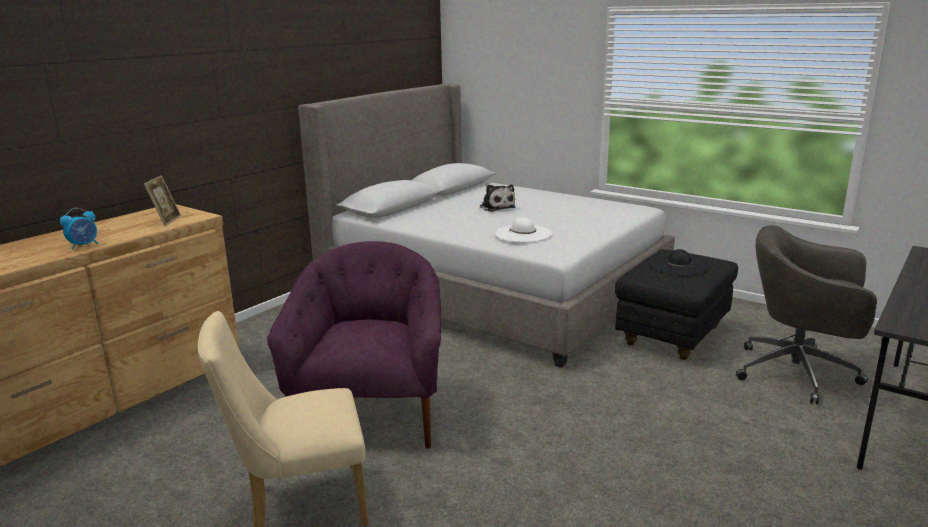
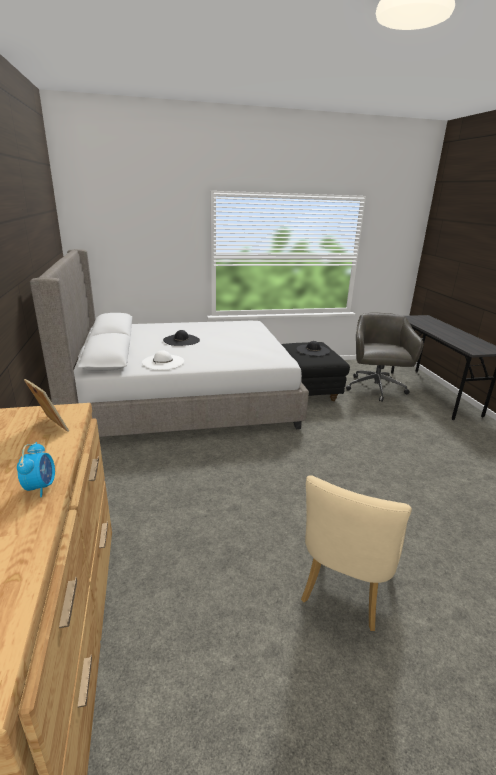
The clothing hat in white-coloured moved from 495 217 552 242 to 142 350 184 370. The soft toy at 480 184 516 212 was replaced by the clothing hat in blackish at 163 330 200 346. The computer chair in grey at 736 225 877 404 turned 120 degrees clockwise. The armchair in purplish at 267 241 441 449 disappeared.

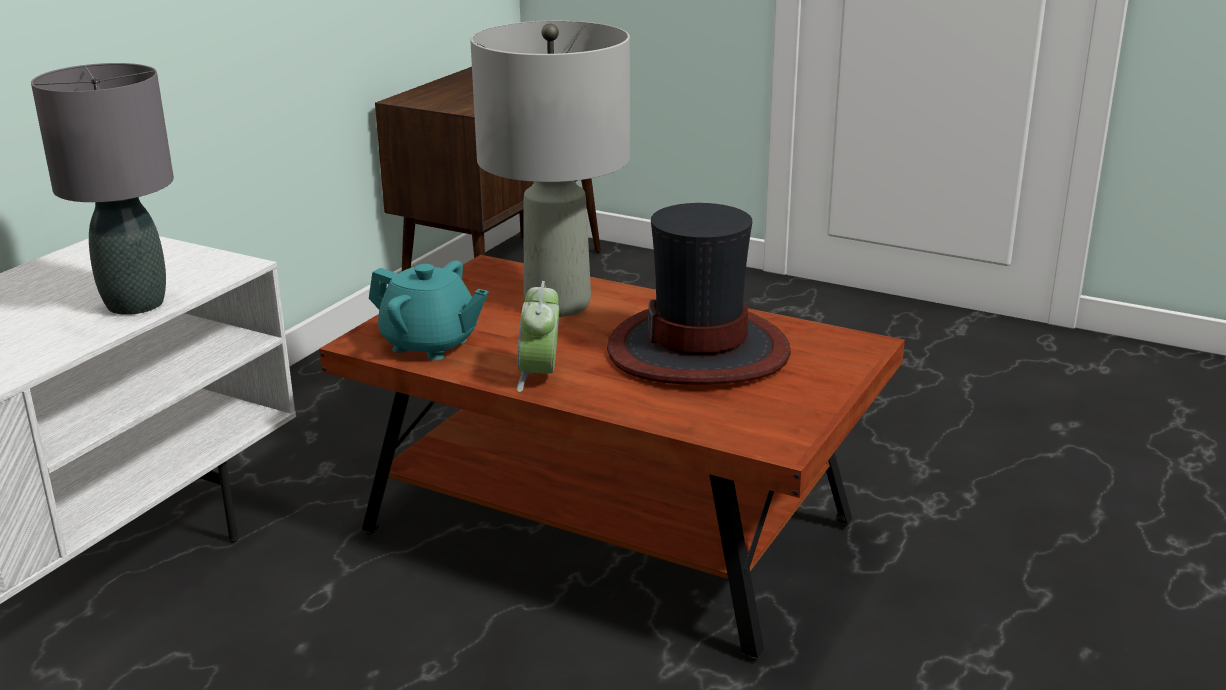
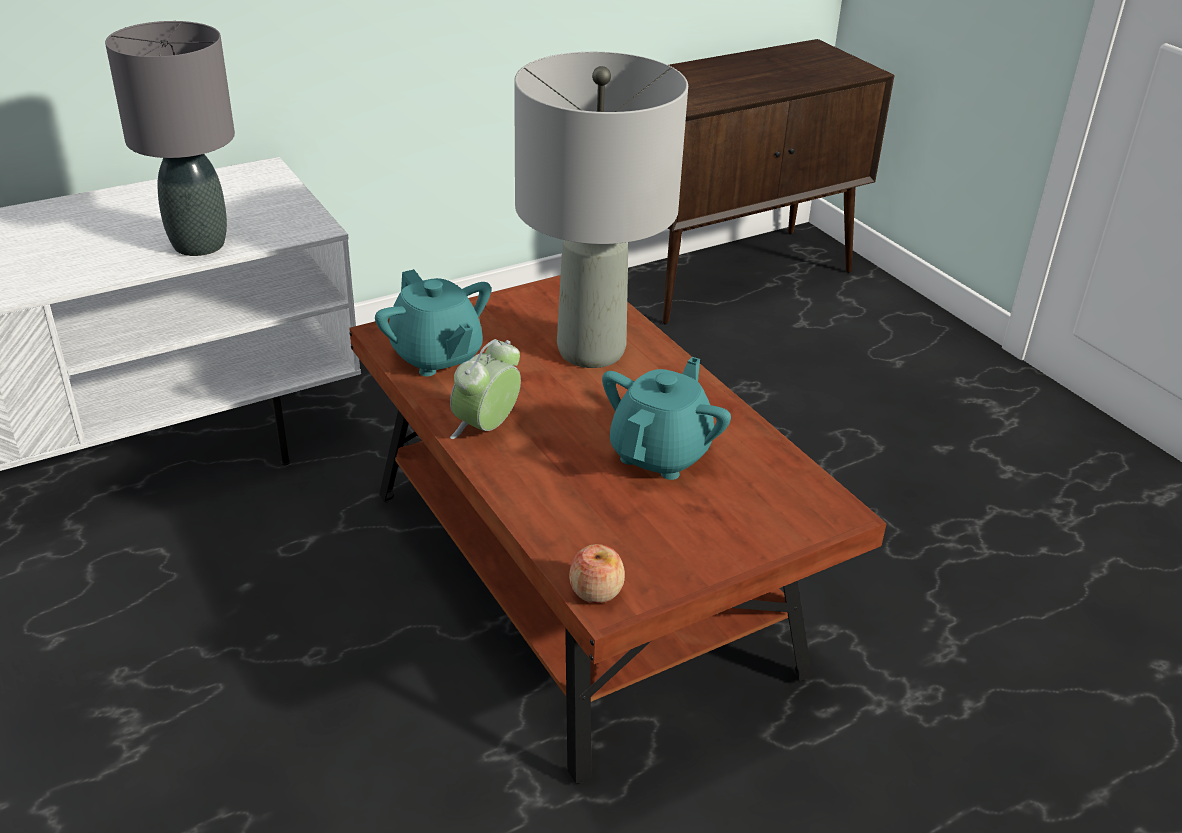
The whole apple at 569 544 625 604 appeared. The clothing hat at 607 203 791 385 was replaced by the tea pot in turquoise at 602 357 731 480.

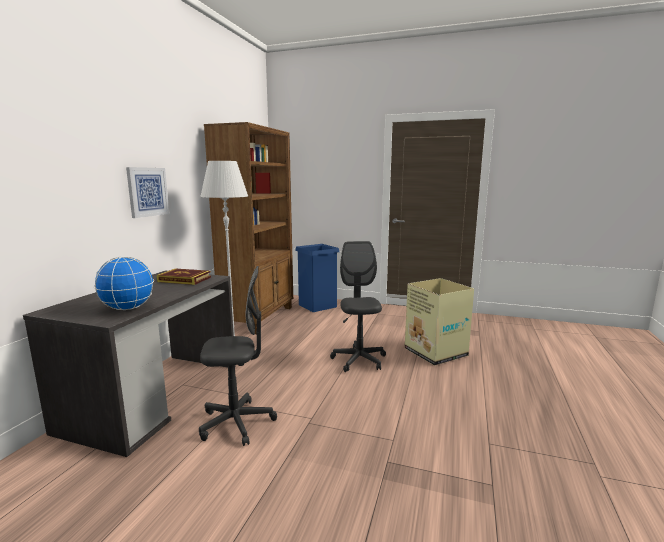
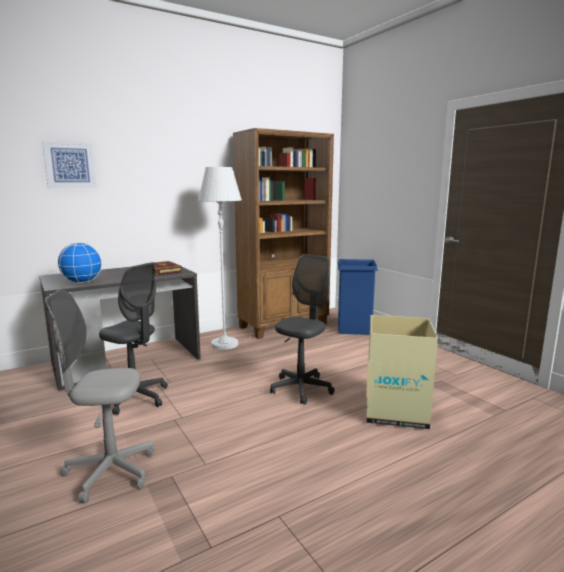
The picture moved from 126 167 169 218 to 42 140 97 188. The computer chair in grey at 45 289 154 503 appeared.

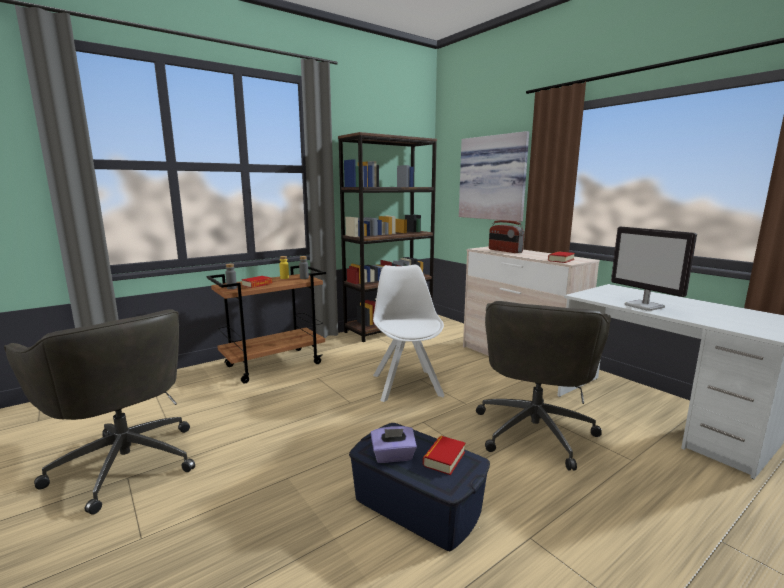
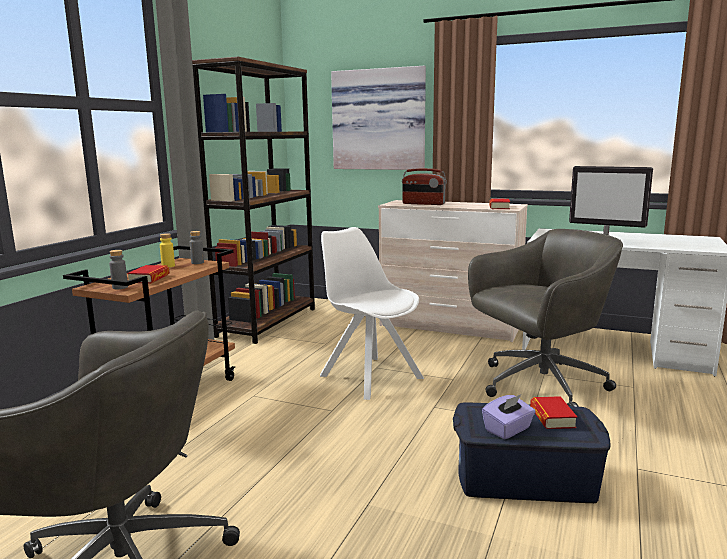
The computer chair in grey at 476 301 611 471 turned 105 degrees counterclockwise.

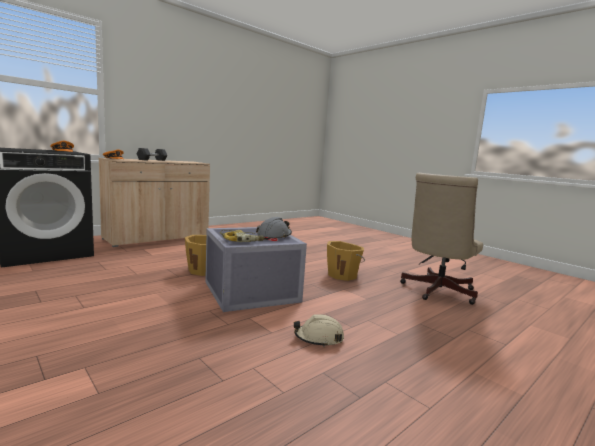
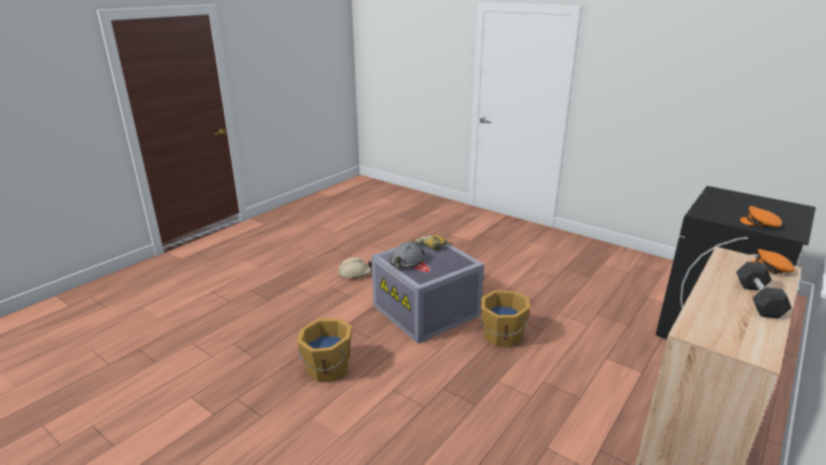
The computer chair in beige at 400 173 483 305 disappeared.

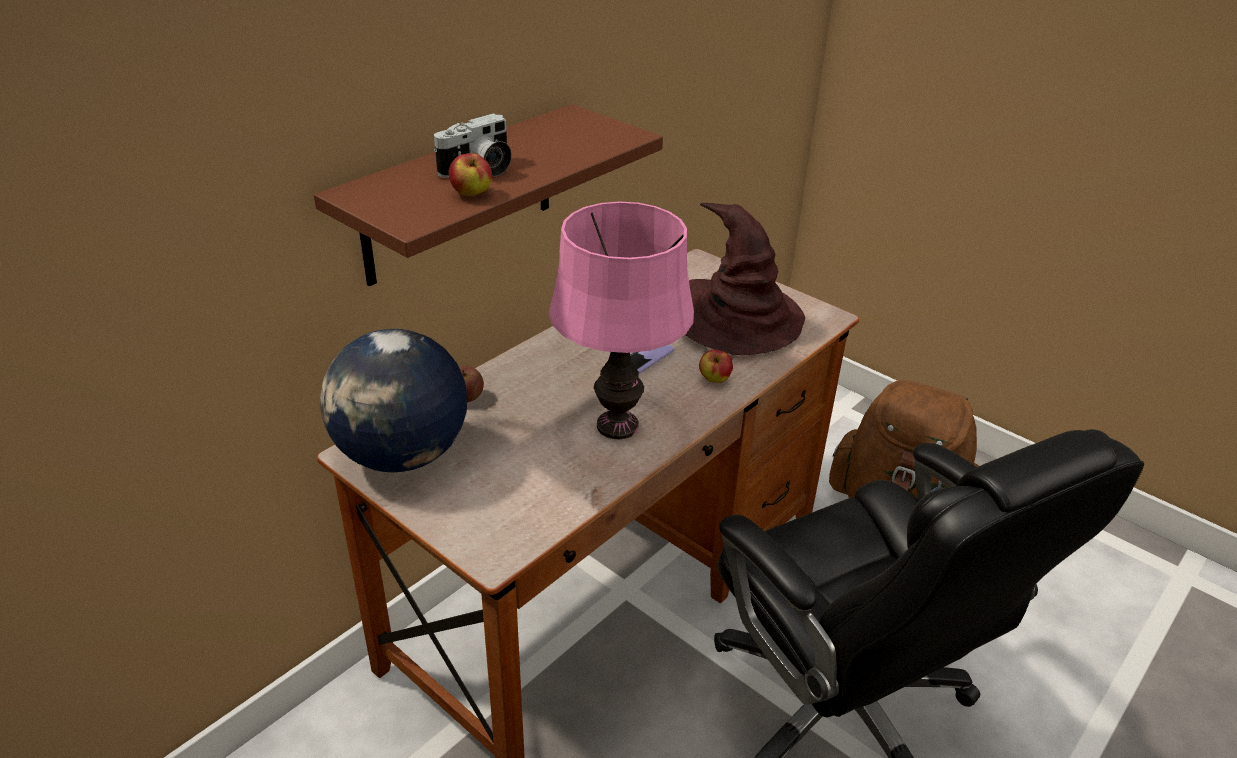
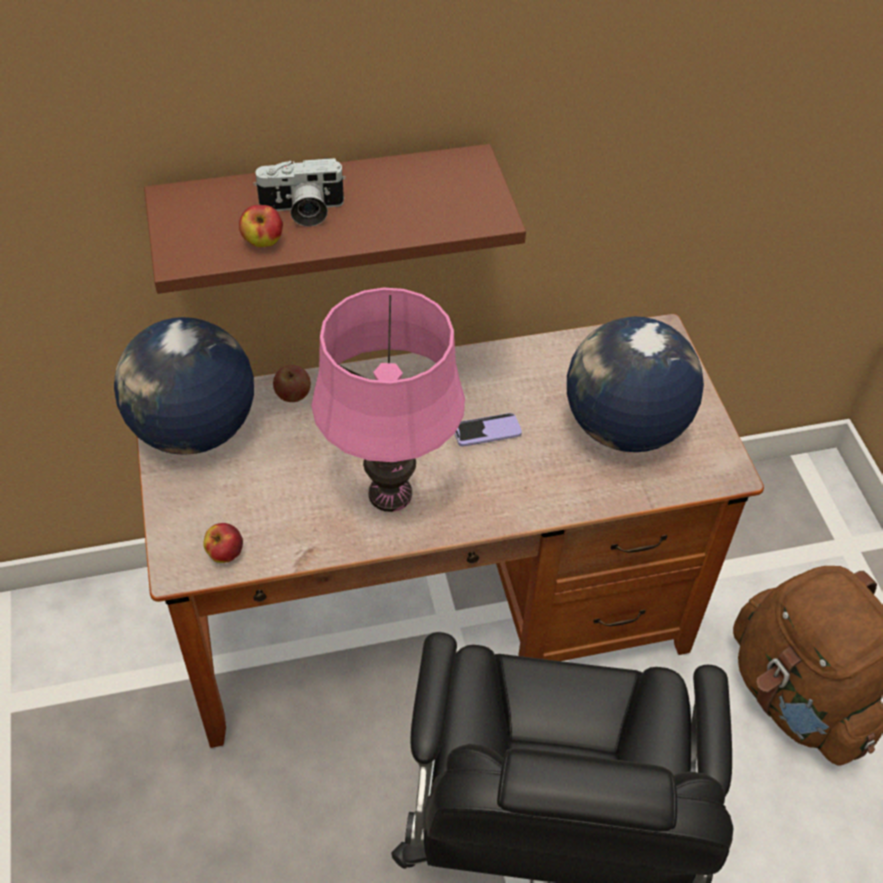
The whole apple moved from 699 349 733 383 to 203 523 243 563. The clothing hat in brown-coloured at 686 203 805 355 was replaced by the globe at 567 317 704 452.

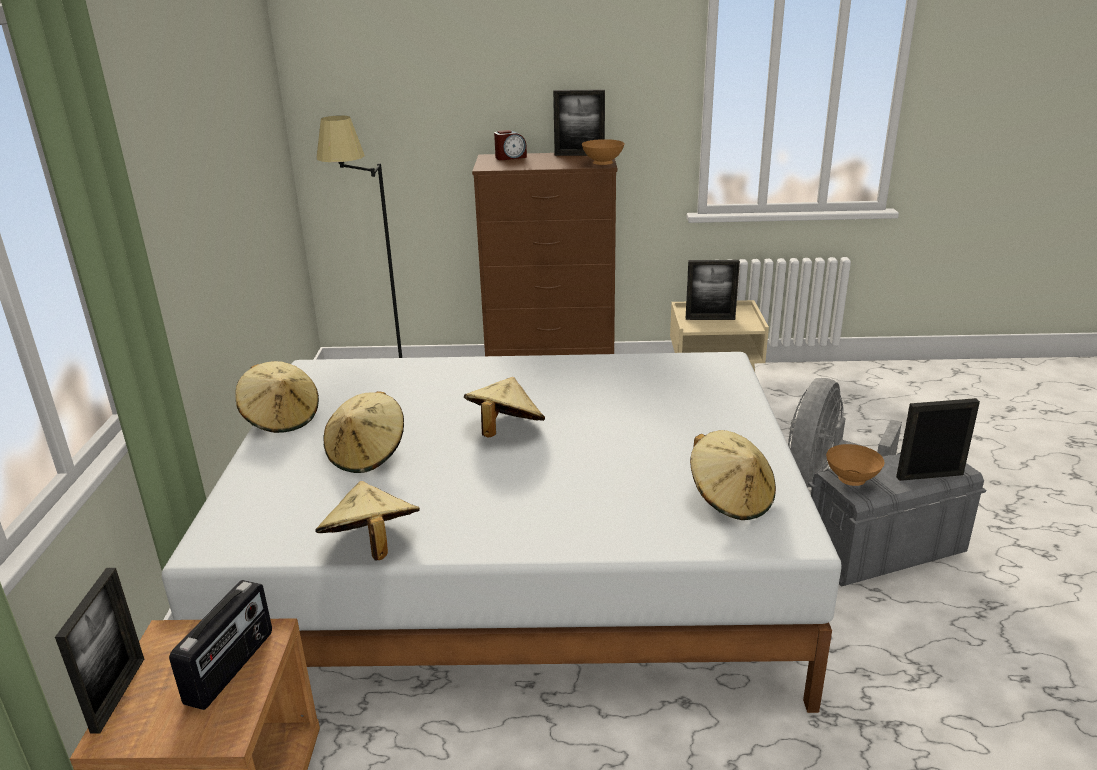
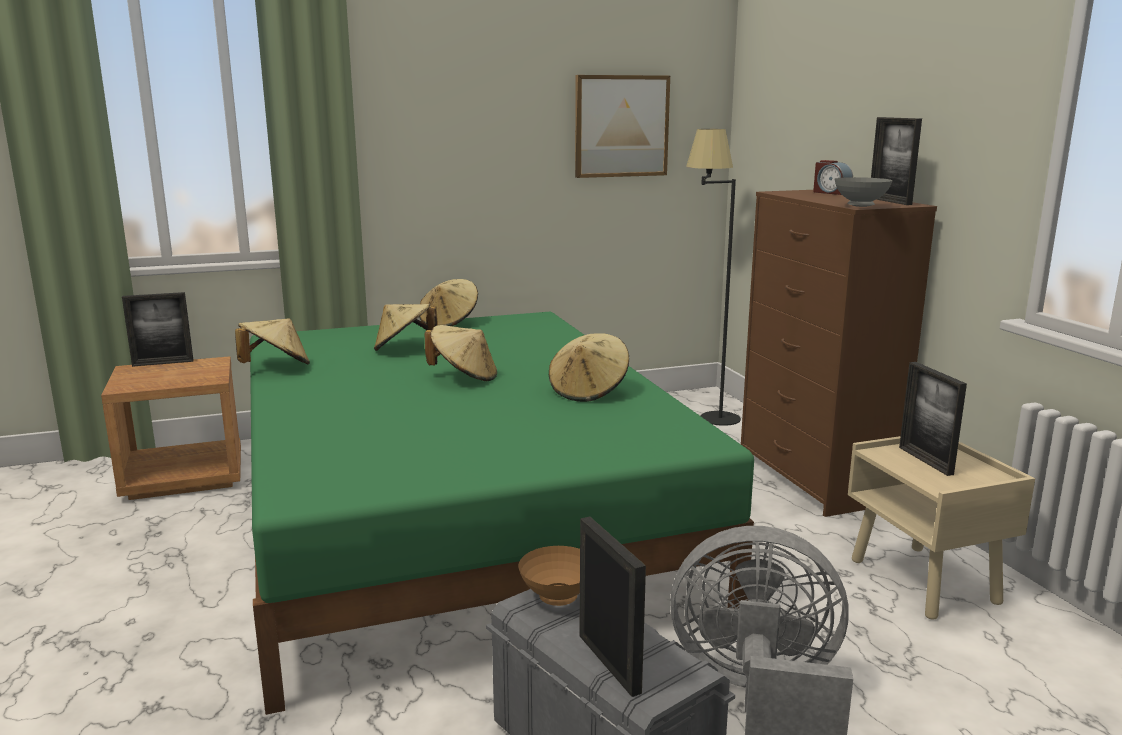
The bedroom bed in white-coloured at 162 352 842 713 became the bedroom bed in green-coloured at 250 312 754 715. The clothing hat in beige moved from 690 430 776 520 to 549 334 629 402. The picture at 575 75 670 178 appeared. The serving bowl in brown-coloured at 582 139 625 165 became the serving bowl in grey at 834 177 893 207. The radio set at 169 580 272 710 disappeared.

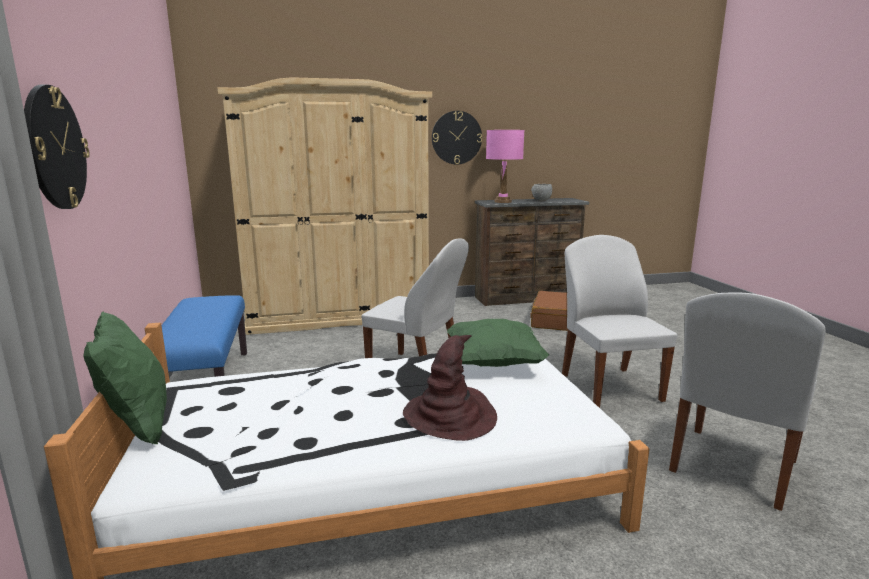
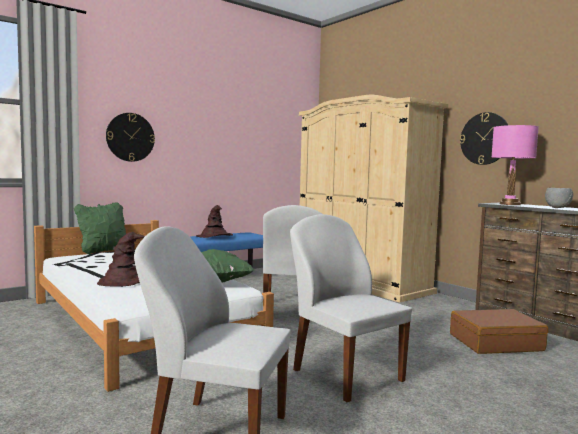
The clothing hat in brown-coloured at 196 205 233 238 appeared. The plain chair in white-coloured at 562 235 677 408 turned 90 degrees counterclockwise.

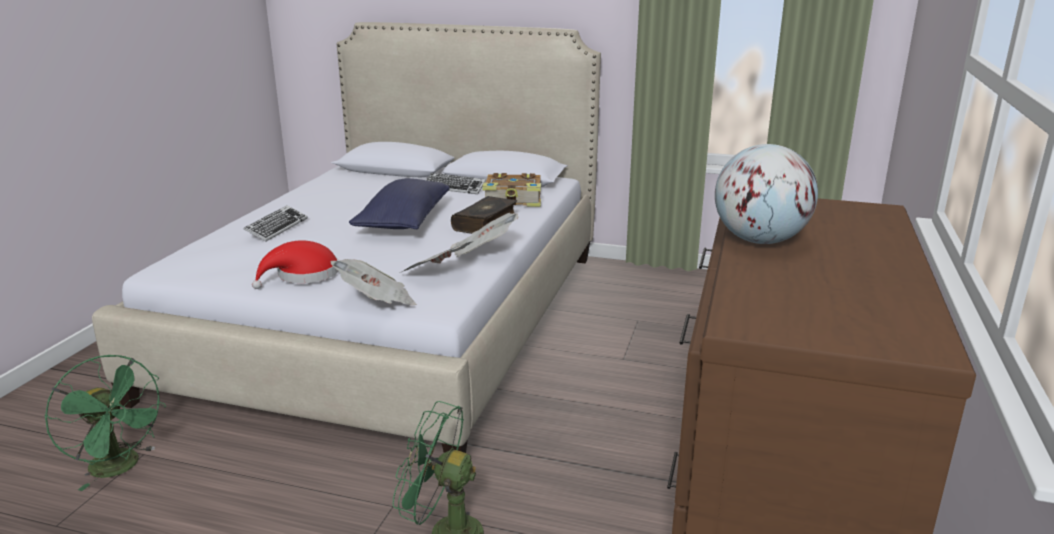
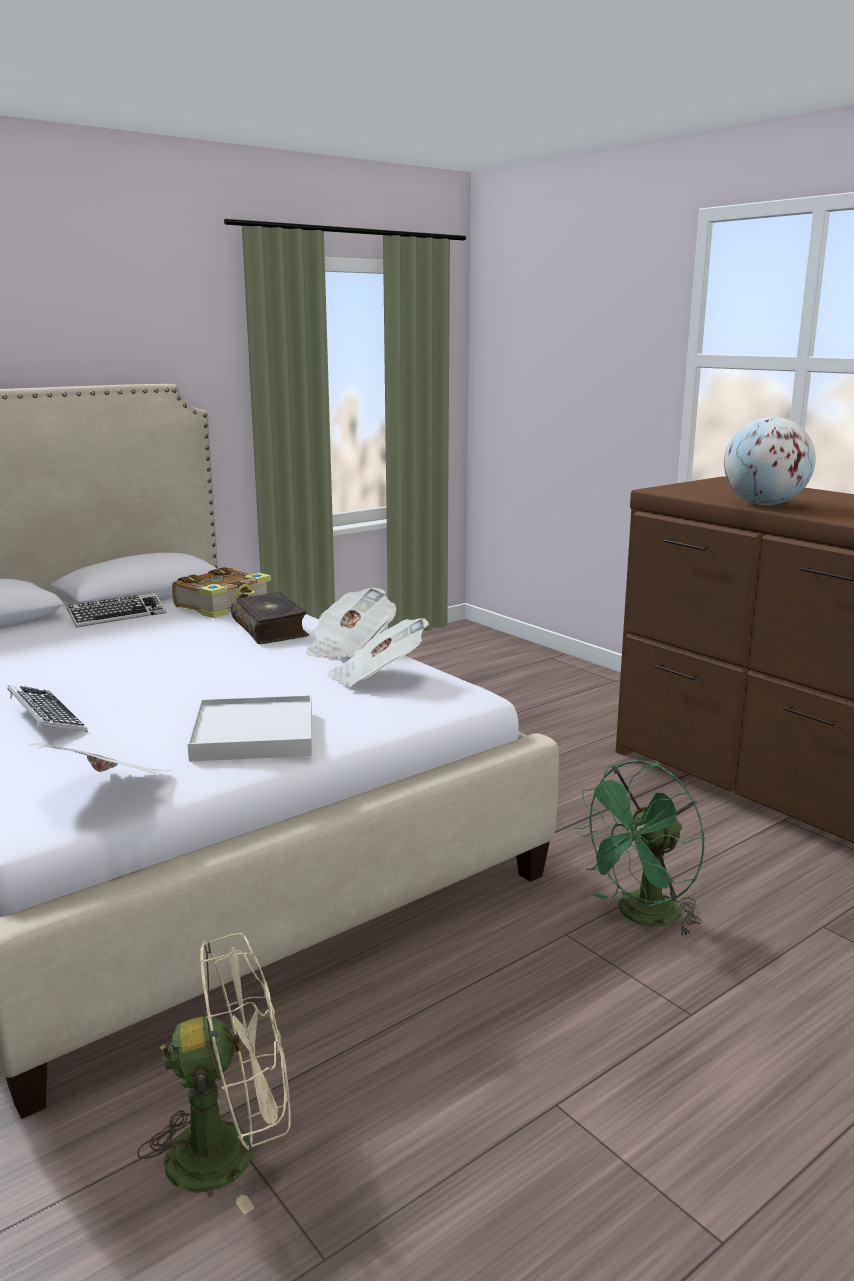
The printed paper moved from 331 259 417 305 to 29 743 172 774. The electric fan in green-coloured at 45 355 167 491 became the electric fan in beige at 137 933 291 1214. The clothing hat in red at 252 240 338 289 was replaced by the tray in white-coloured at 188 695 312 761. The cushion in blue at 349 178 450 229 disappeared.

